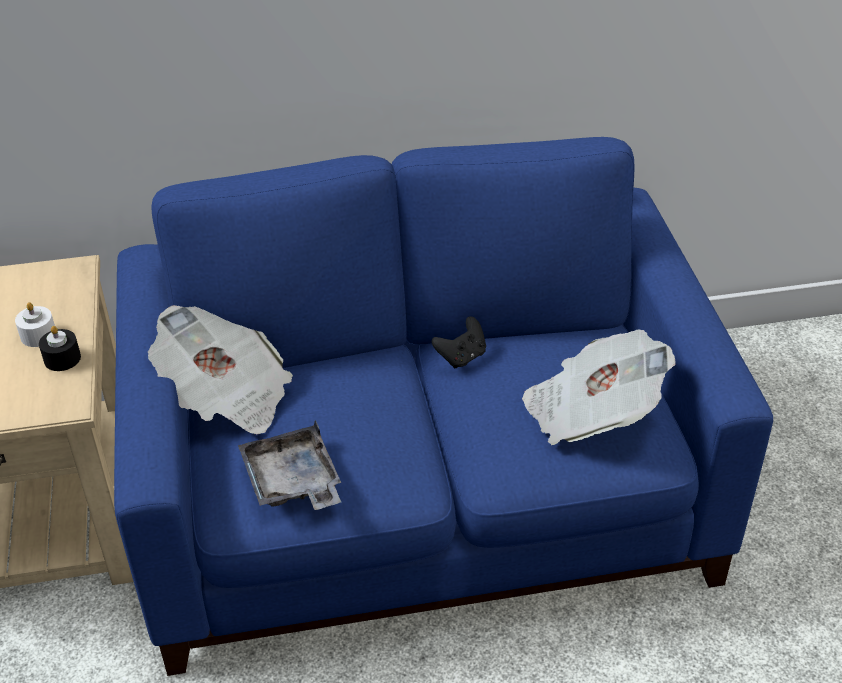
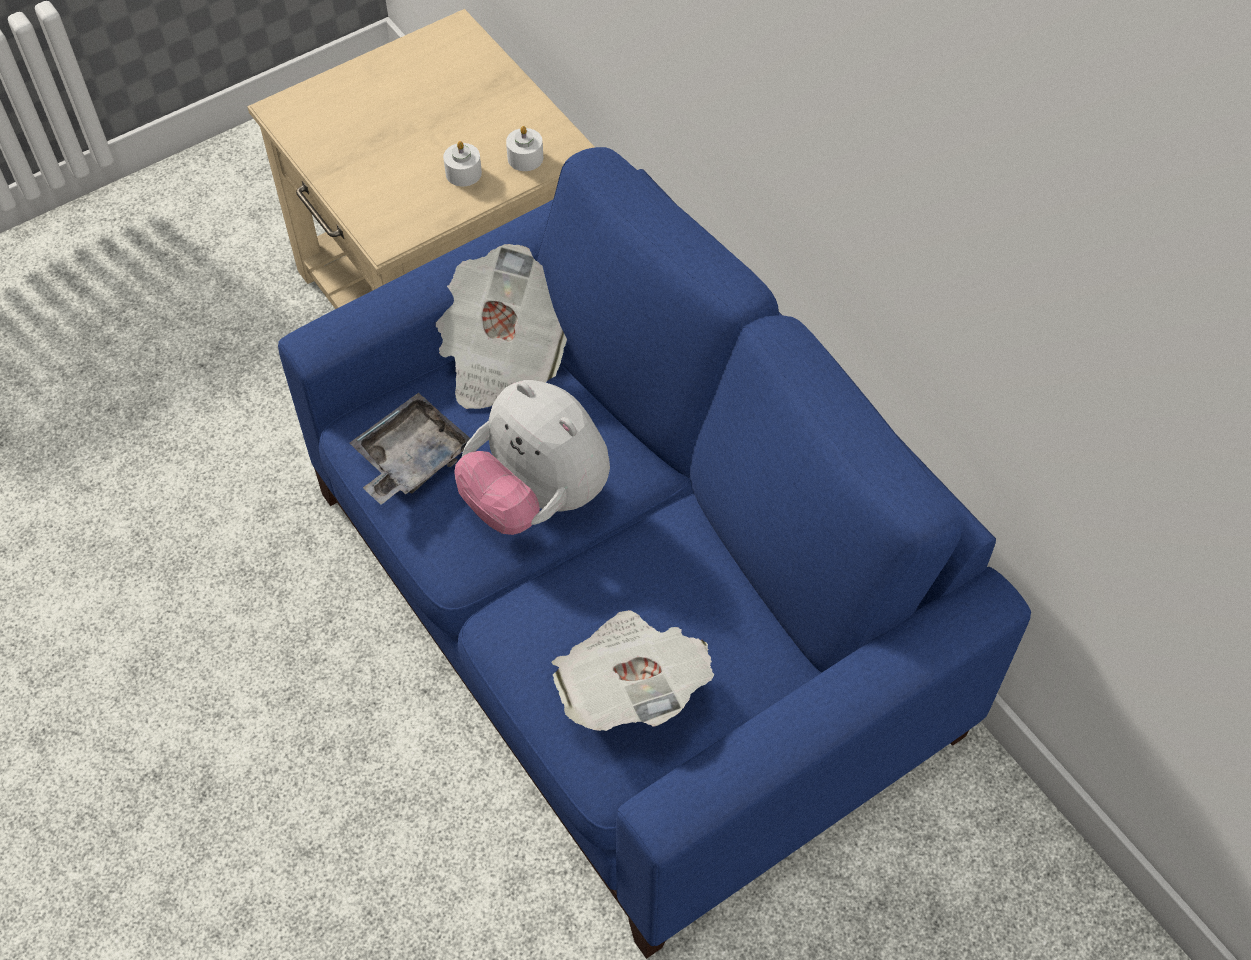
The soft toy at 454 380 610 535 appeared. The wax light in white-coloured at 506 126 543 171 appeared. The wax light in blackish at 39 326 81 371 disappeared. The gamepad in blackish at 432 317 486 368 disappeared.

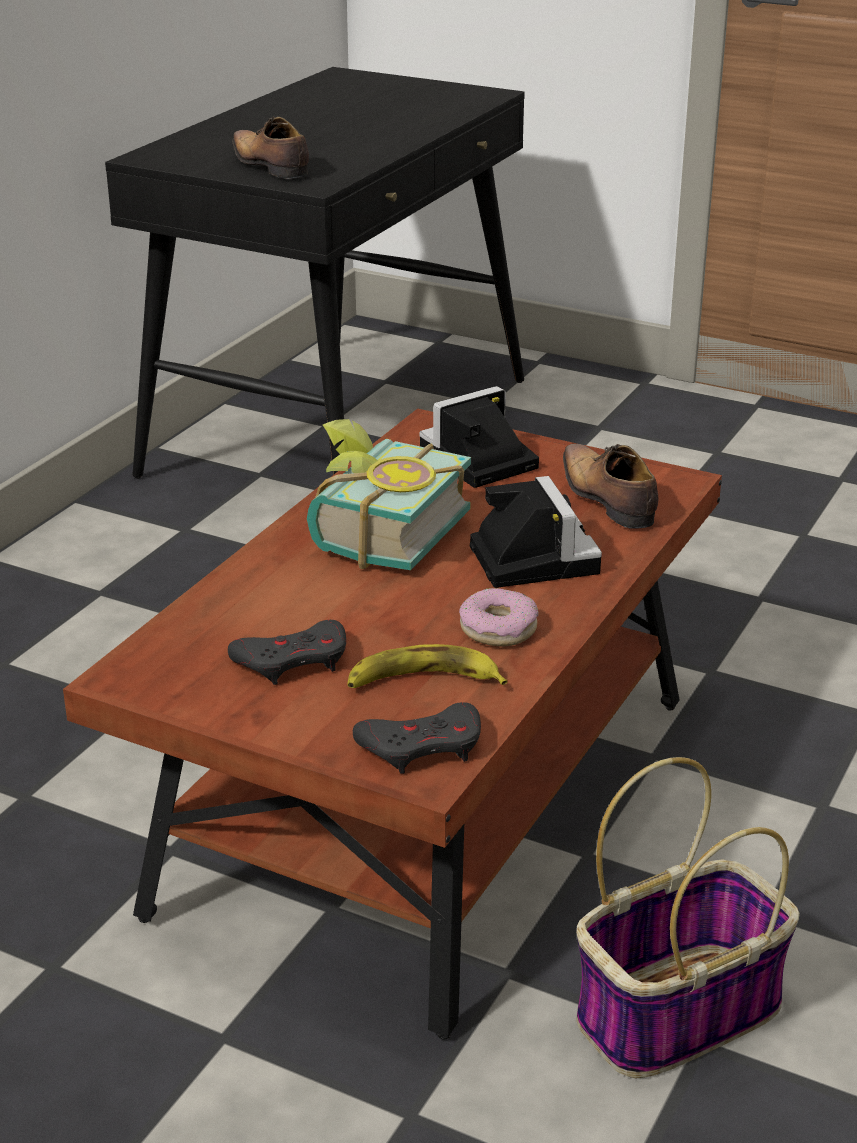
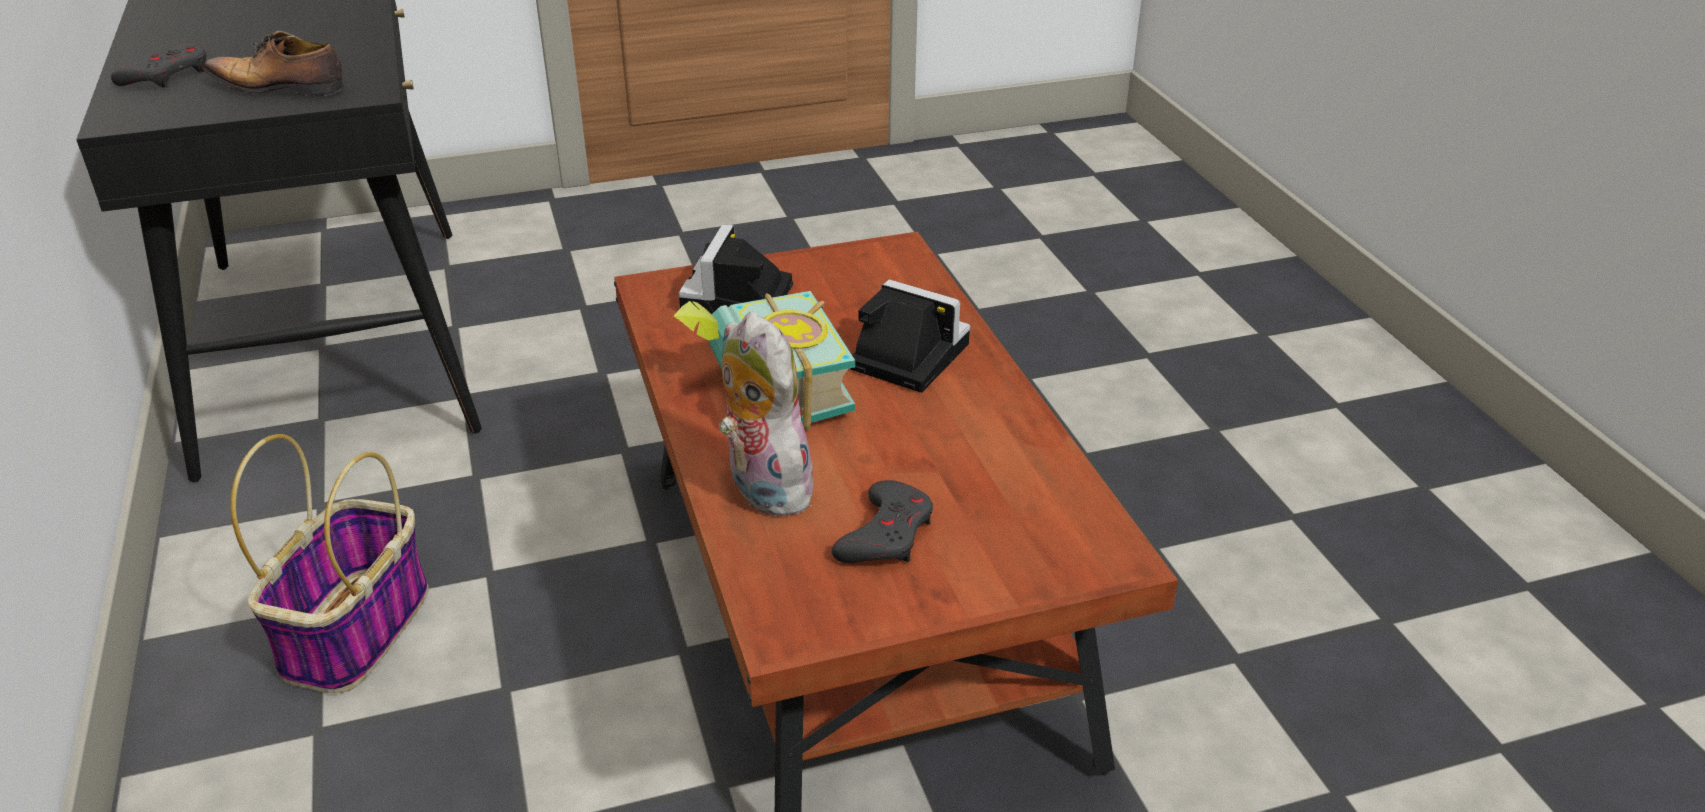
The gamepad in grey moved from 353 702 481 774 to 111 43 206 88. The household basket moved from 576 757 800 1078 to 230 434 429 694. The soft toy at 719 311 820 516 appeared. The whole banana at 348 644 508 688 disappeared. The donut at 459 588 539 646 disappeared. The shoe at 563 444 658 529 disappeared.

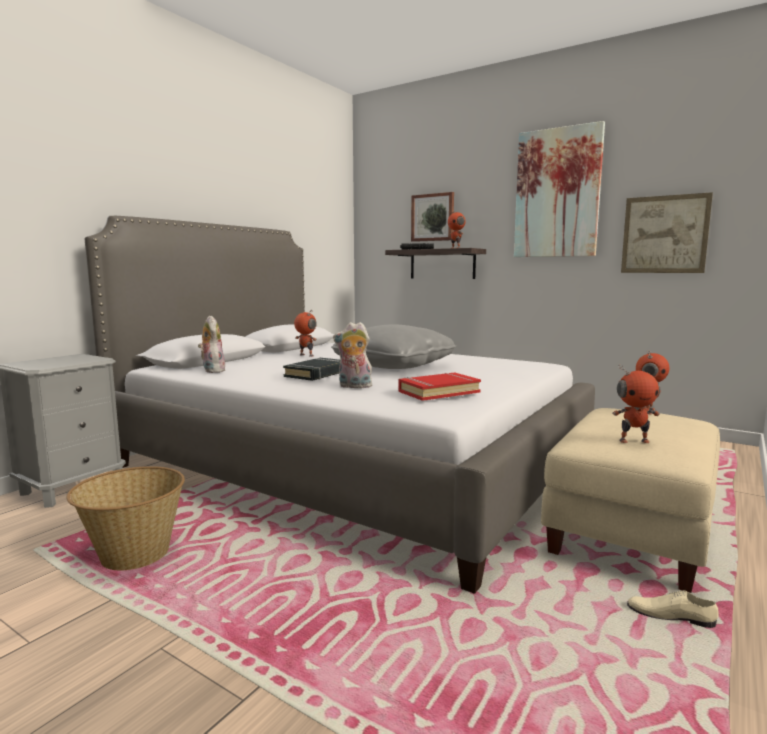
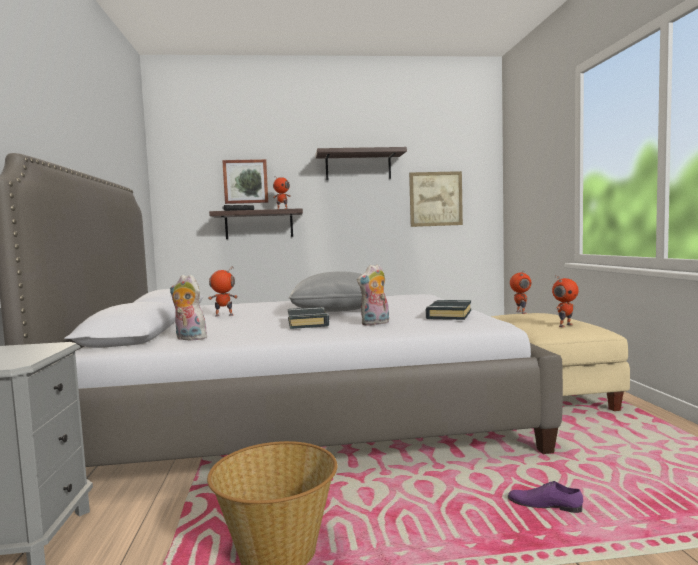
The picture at 514 121 605 257 was replaced by the bracket shelf at 315 147 407 180. The volume in red at 398 373 481 401 became the volume in blackish at 426 300 471 320. The shoe in purplish at 508 481 583 513 appeared. The shoe in beige at 627 590 719 628 disappeared.

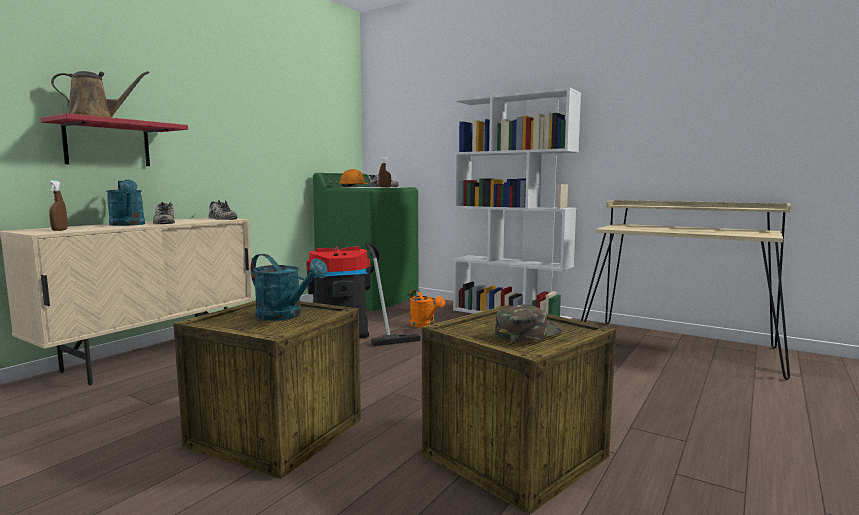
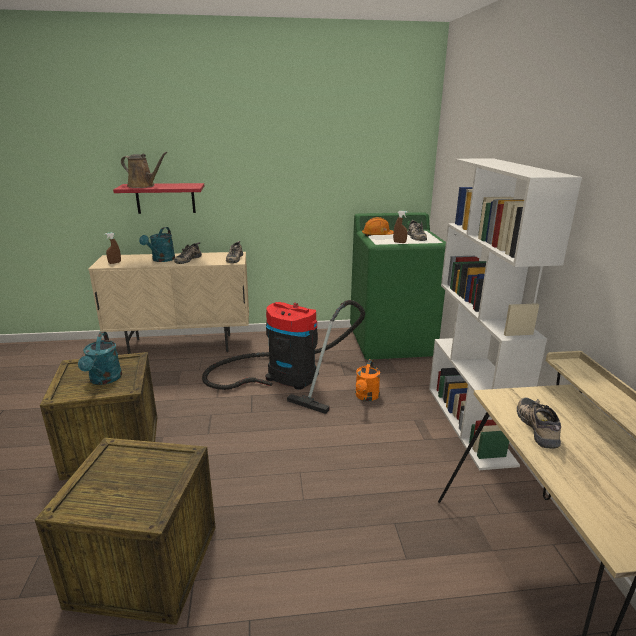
The shoe at 517 397 561 449 appeared. The cap in green-coloured at 495 305 563 342 disappeared.

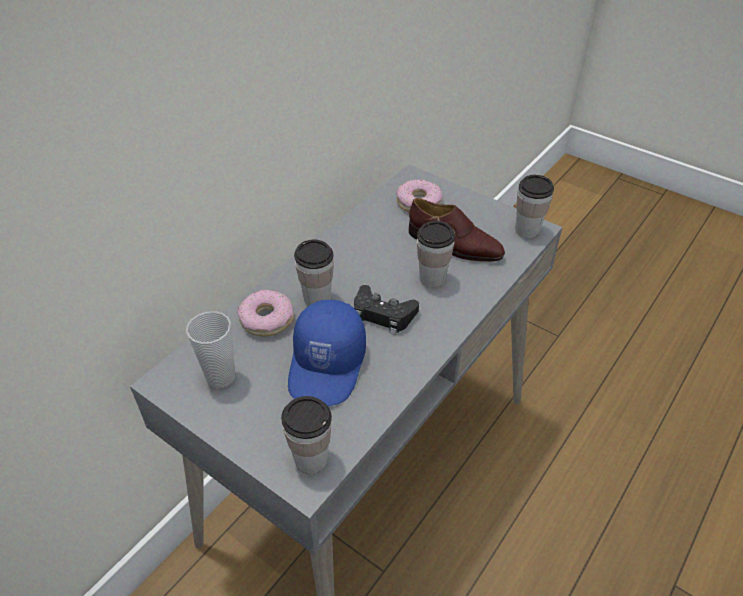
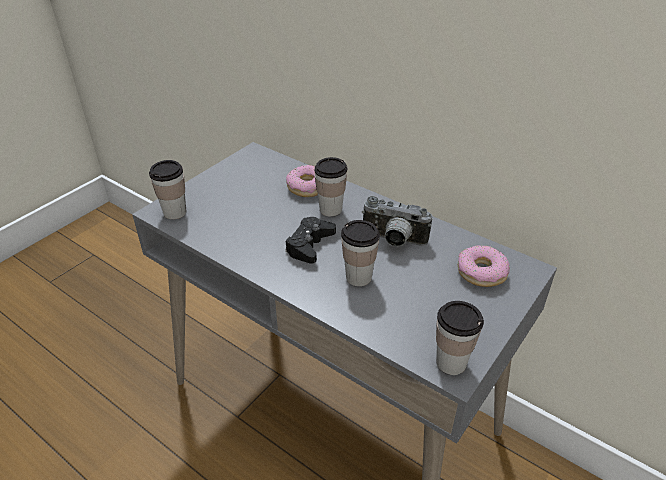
The still camera at 362 196 432 247 appeared. The cup at 186 311 235 388 disappeared. The cap in blue at 288 300 366 406 disappeared. The shoe in brown-coloured at 409 198 505 262 disappeared.

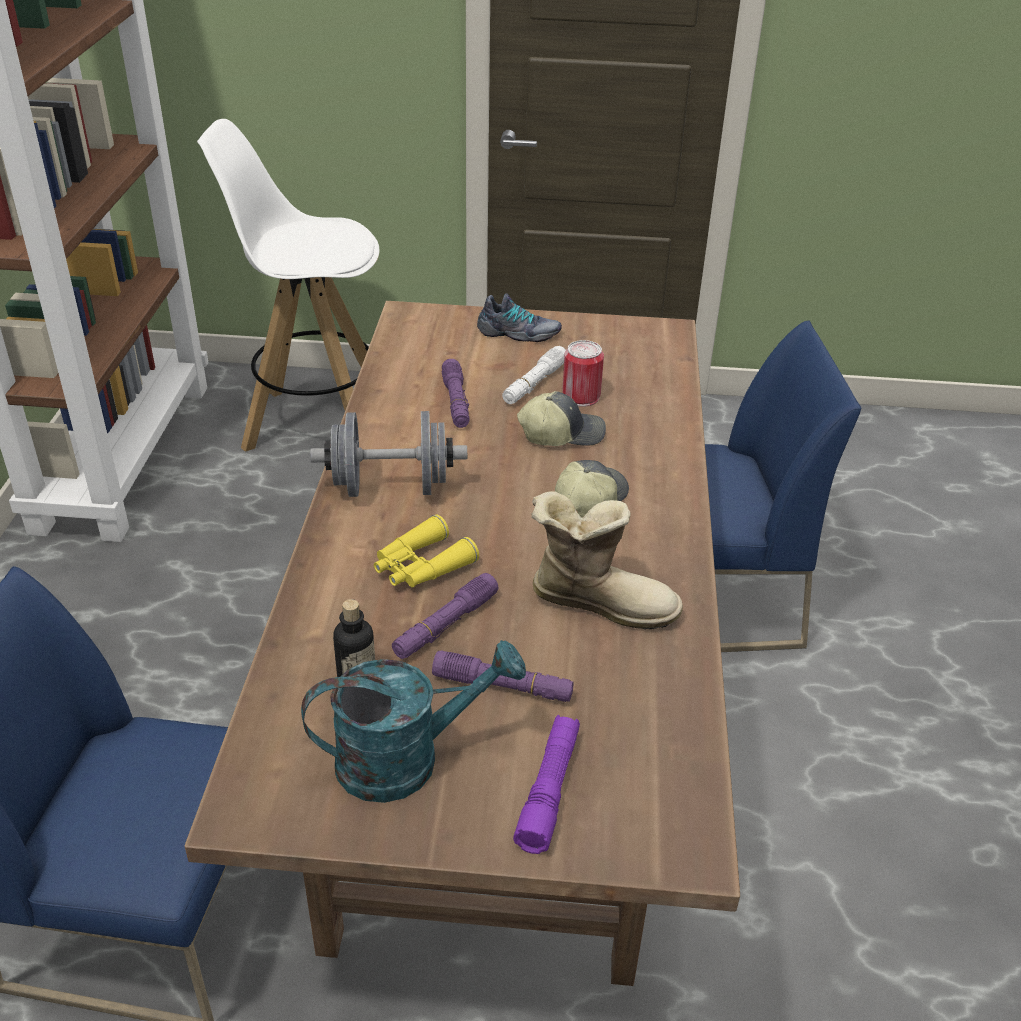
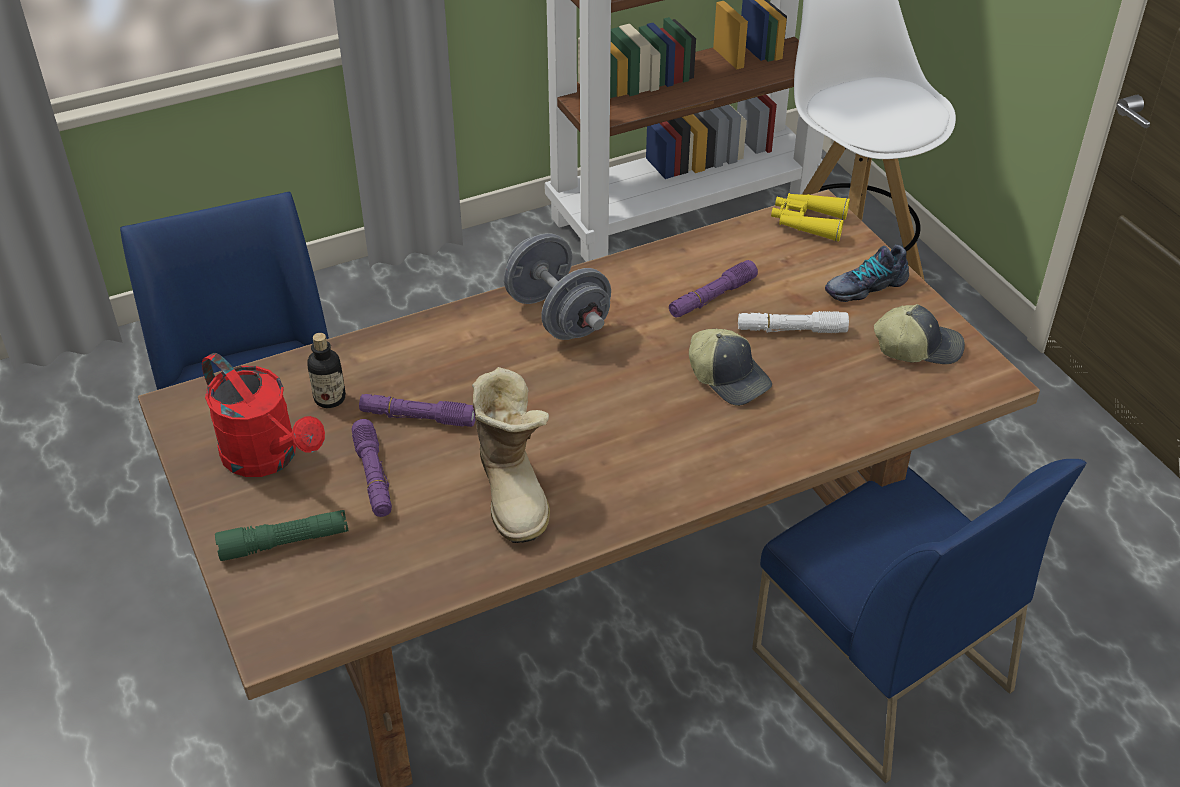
The sprinkling can in turquoise at 301 640 526 803 became the sprinkling can in red at 202 353 325 477. The torch in purplish at 513 715 580 854 became the torch in green-coloured at 215 510 348 561. The field glasses in yellow moved from 374 514 479 588 to 771 193 850 241. The shoe at 477 293 562 342 turned 90 degrees clockwise. The cap moved from 555 460 629 518 to 874 304 965 364. The metal can at 562 340 604 407 disappeared.

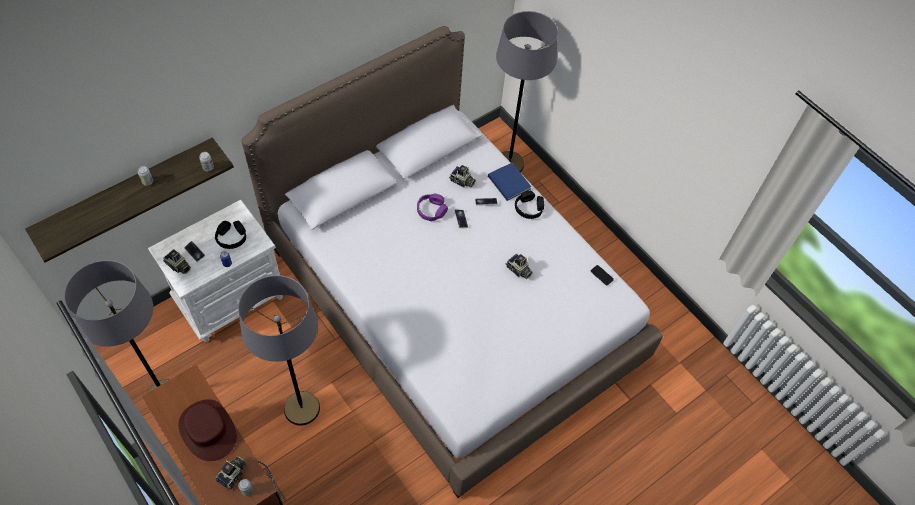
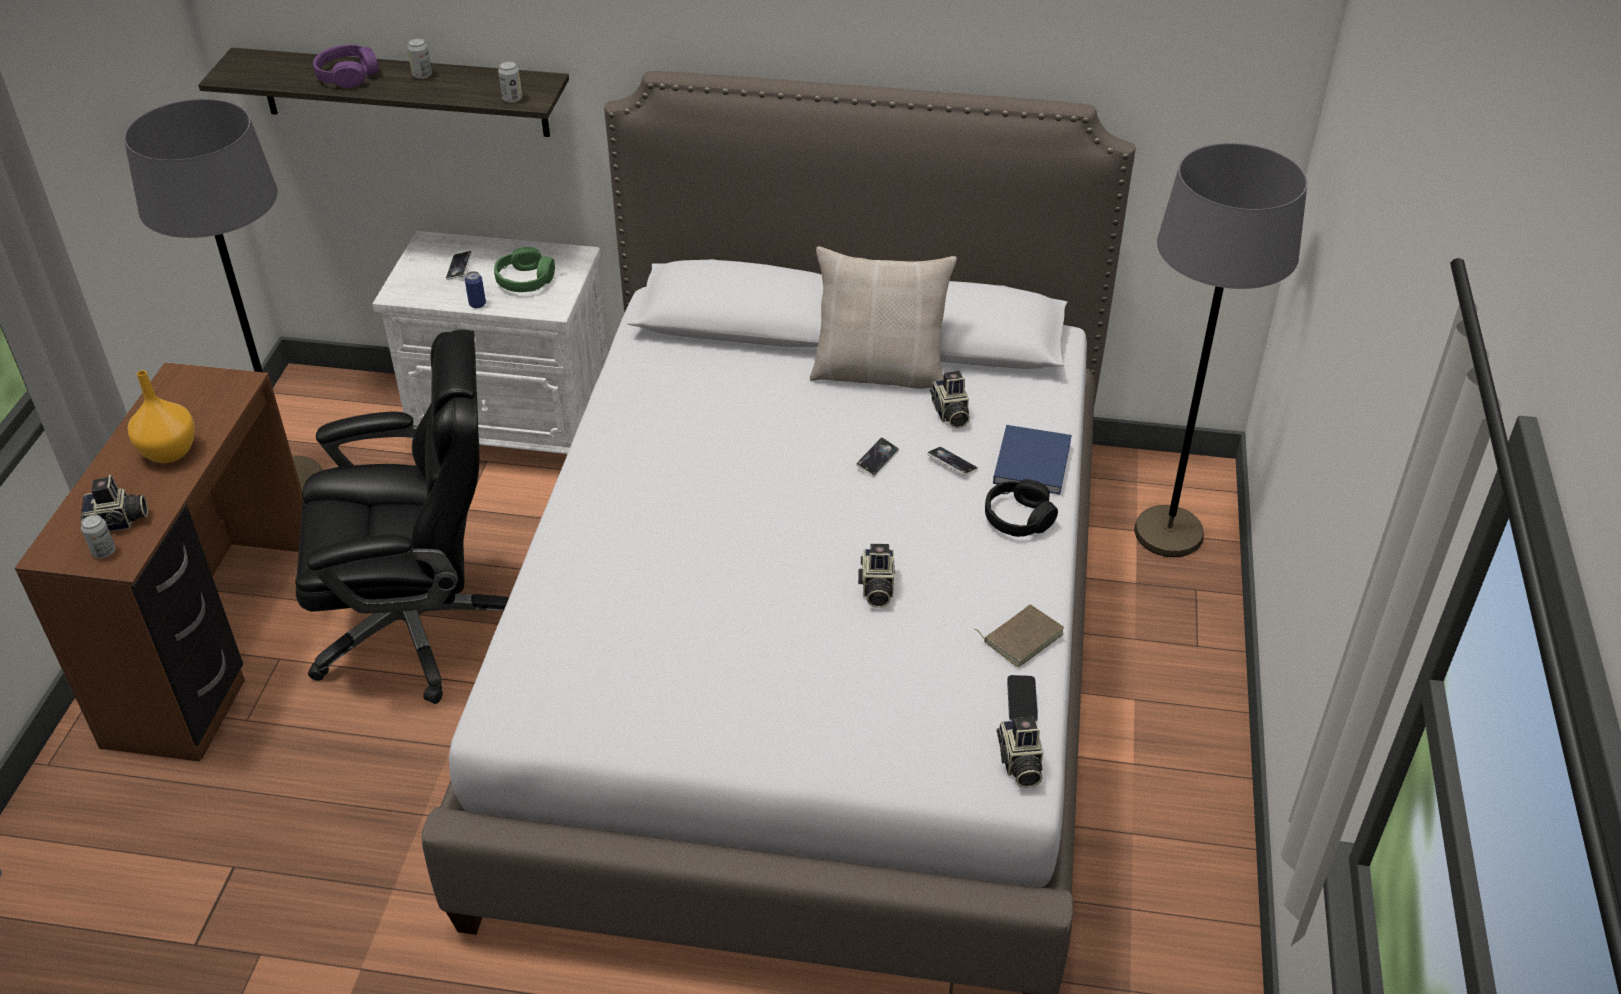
The clothing hat in brown-coloured at 178 399 237 461 was replaced by the decorative vase in orange at 128 370 195 463. The standard lamp in grey at 238 275 320 426 was replaced by the computer chair in blackish at 295 329 509 704. The headset in purplish moved from 417 194 448 221 to 313 45 379 88. The headset in blackish at 215 221 246 249 became the headset in green-coloured at 494 247 555 292. The cushion in beige at 810 246 957 389 appeared. The volume in brown-coloured at 974 604 1064 667 appeared. The still camera moved from 163 249 191 274 to 997 717 1043 788.

